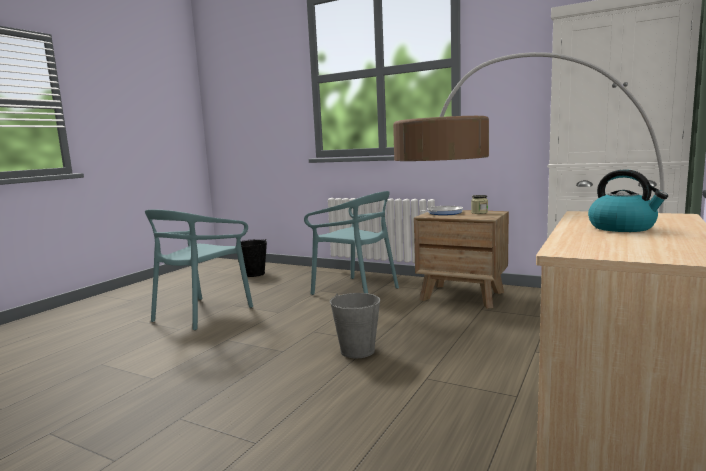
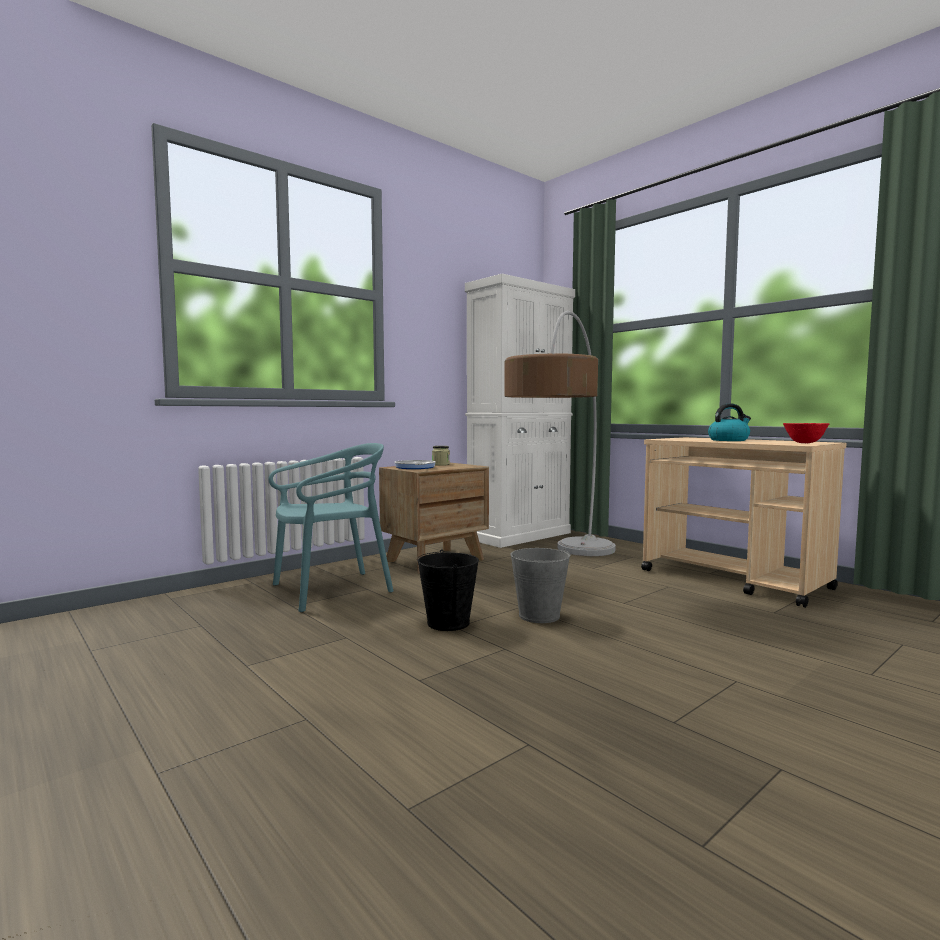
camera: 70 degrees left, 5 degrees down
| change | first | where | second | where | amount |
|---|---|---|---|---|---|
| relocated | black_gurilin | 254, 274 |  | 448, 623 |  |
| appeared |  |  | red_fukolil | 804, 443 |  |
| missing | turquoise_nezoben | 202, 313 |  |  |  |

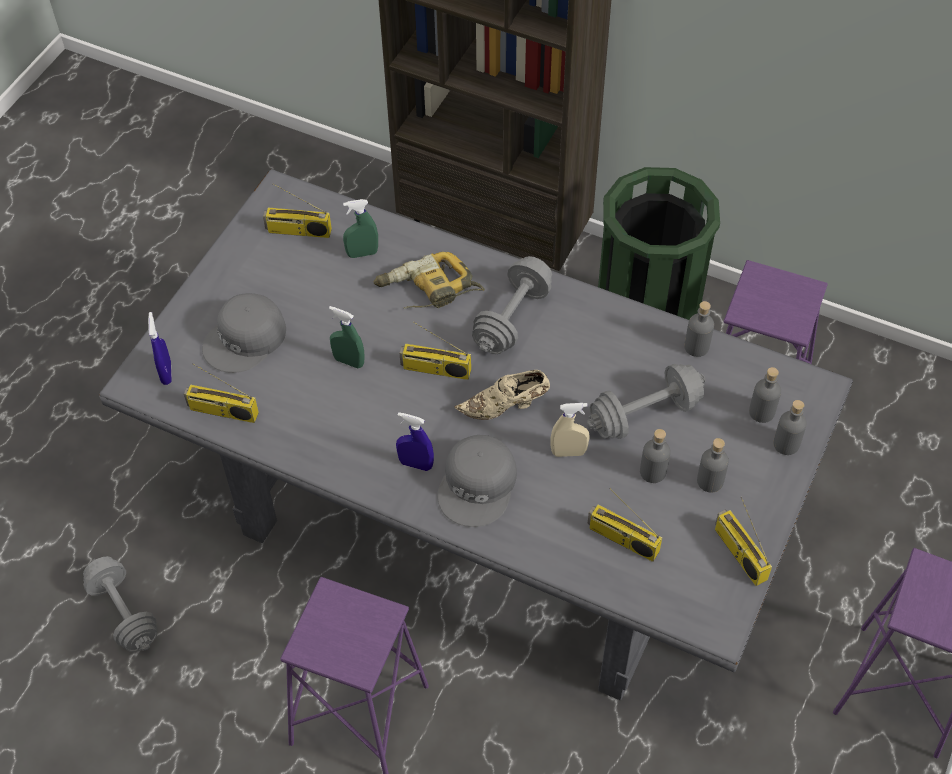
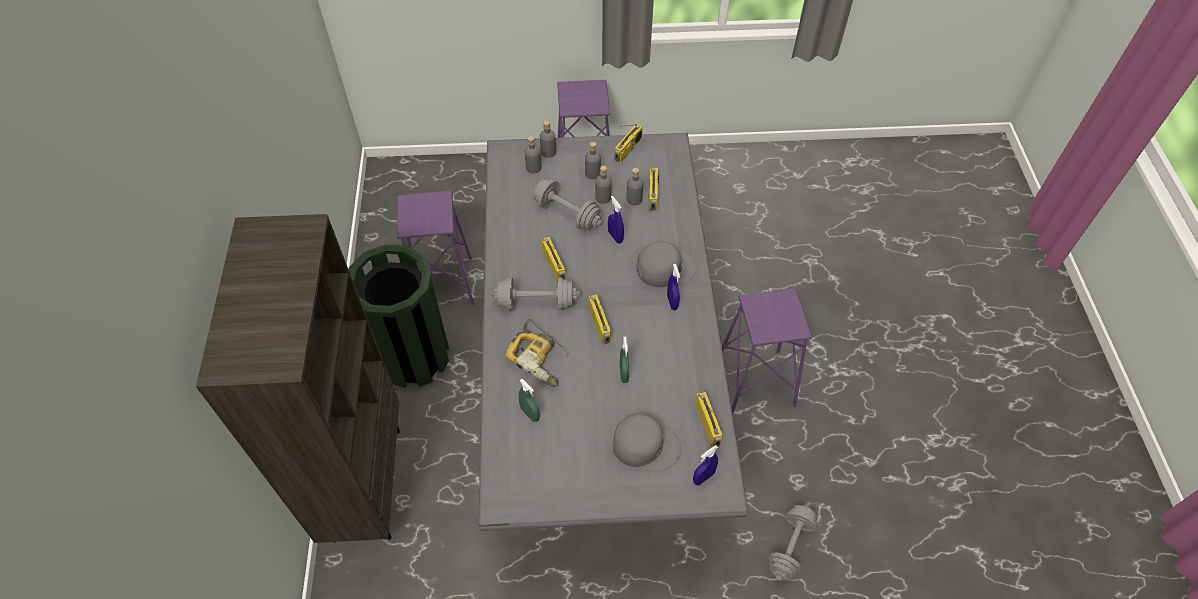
camera: 120 degrees left, 0 degrees up
| change | first | where | second | where | amount |
|---|---|---|---|---|---|
| relocated | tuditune | 298, 231 |  | 554, 265 |  |
| colour | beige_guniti | 568, 452 | blue_guniti | 615, 237 |  |
| relocated | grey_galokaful | 696, 347 |  | 634, 199 |  |
| missing | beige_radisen | 506, 406 |  |  |  |

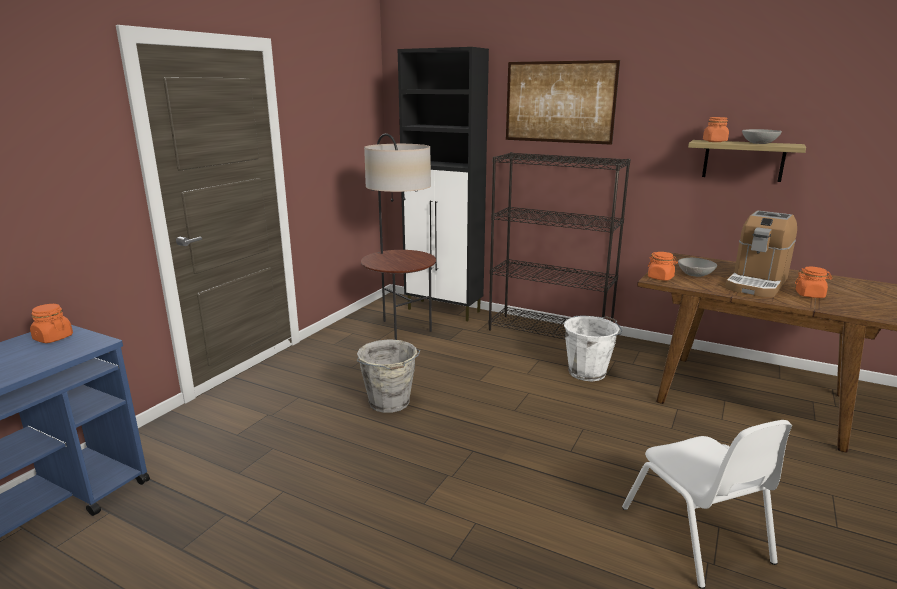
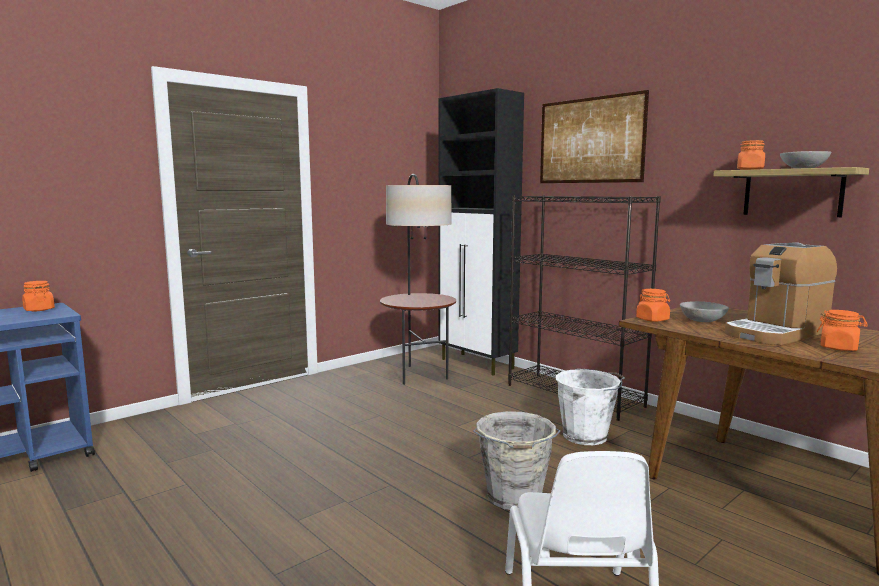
camera: 20 degrees right, 10 degrees down
| change | first | where | second | where | amount |
|---|---|---|---|---|---|
| relocated | grey_gurilin | 389, 403 |  | 514, 498 |  |

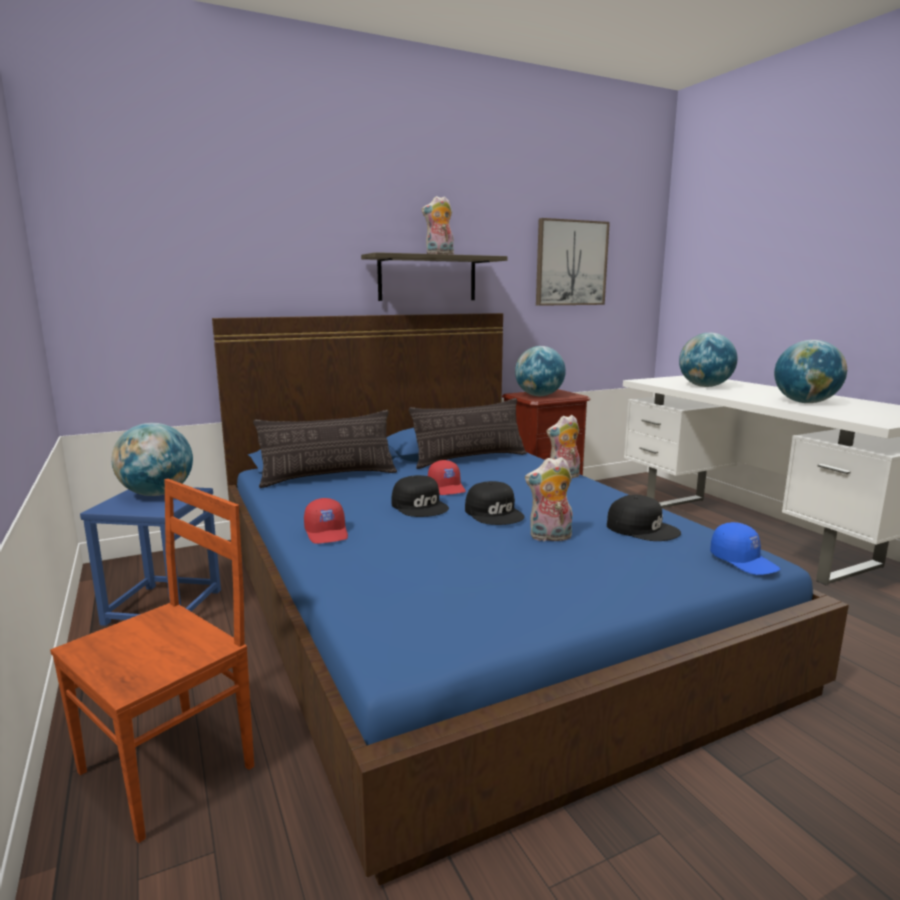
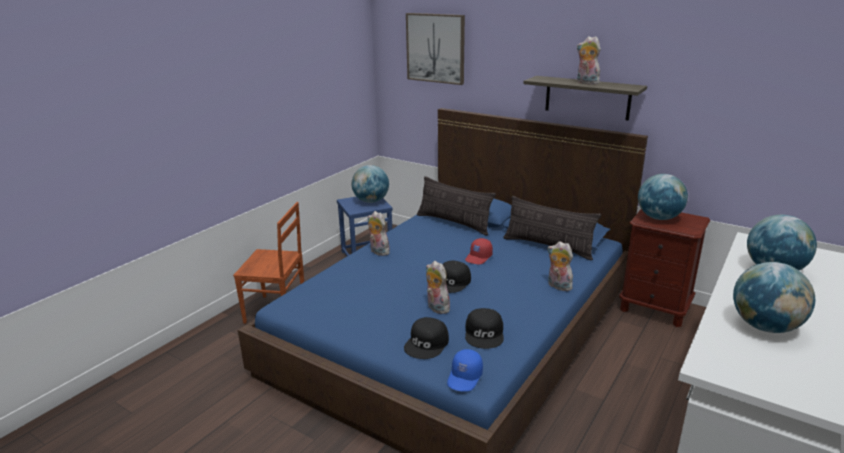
camera: 60 degrees right, 10 degrees up
| change | first | where | second | where | amount |
|---|---|---|---|---|---|
| exchanged | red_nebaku | 327, 533 | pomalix | 378, 252 |  |
| relocated | black_nebaku | 420, 506 |  | 427, 344 |  |
| relocated | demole | 571, 263 |  | 436, 48 |  |

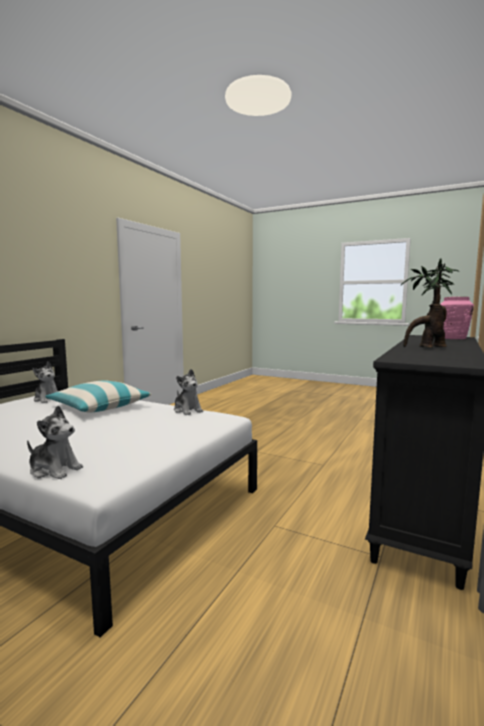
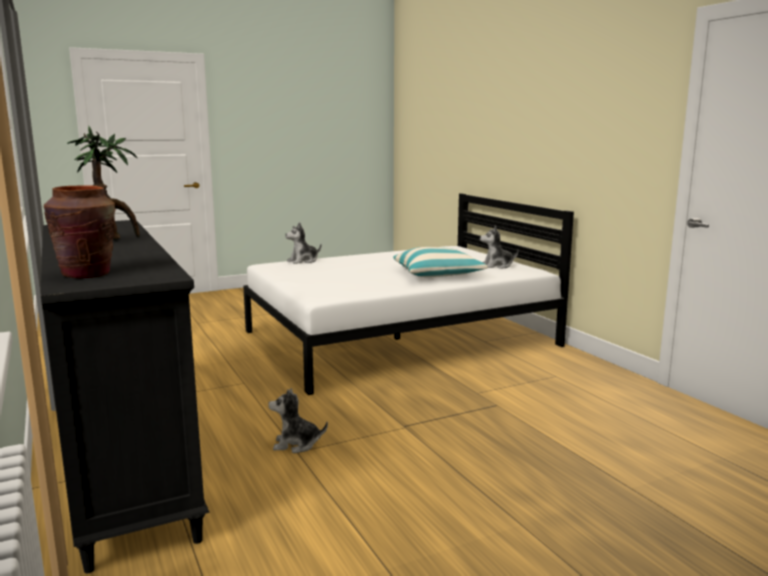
camera: 125 degrees right, 5 degrees up
| change | first | where | second | where | amount |
|---|---|---|---|---|---|
| colour | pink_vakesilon | 453, 339 | brown_vakesilon | 87, 274 |  |
| relocated | pomalix | 187, 410 |  | 296, 444 |  |

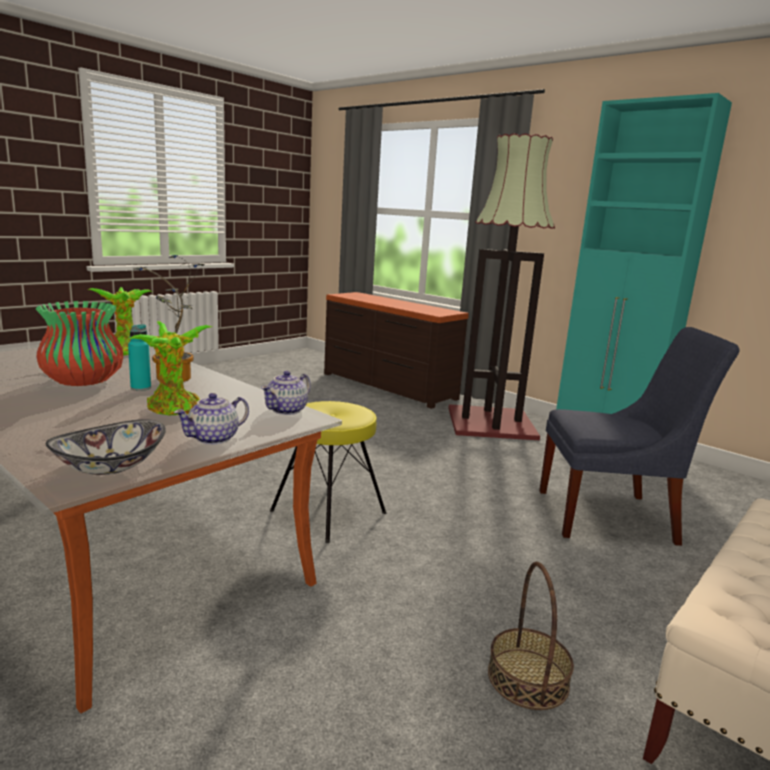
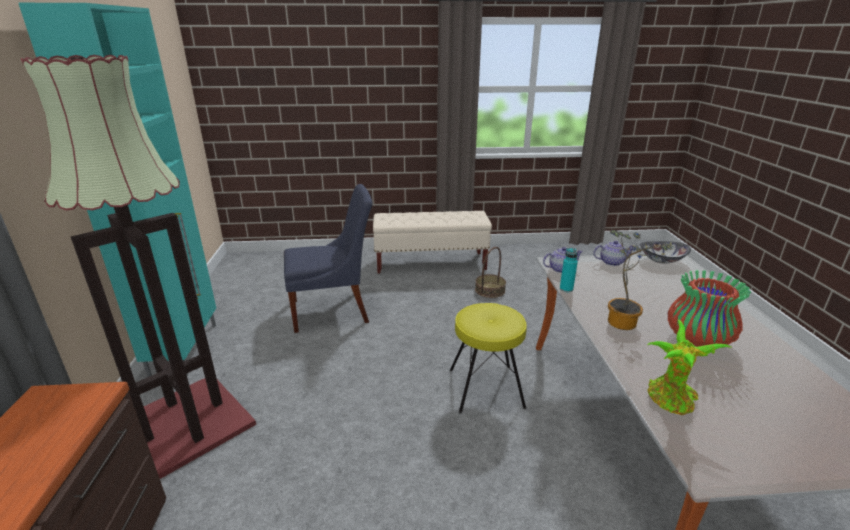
camera: 135 degrees left, 10 degrees up
| change | first | where | second | where | amount |
|---|---|---|---|---|---|
| spun | blue_nezoben | 612, 517 |  | 334, 310 | 120 degrees clockwise |
| relocated | turquoise_galokaful | 141, 388 |  | 566, 289 |  |
| missing | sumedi | 174, 409 |  |  |  |

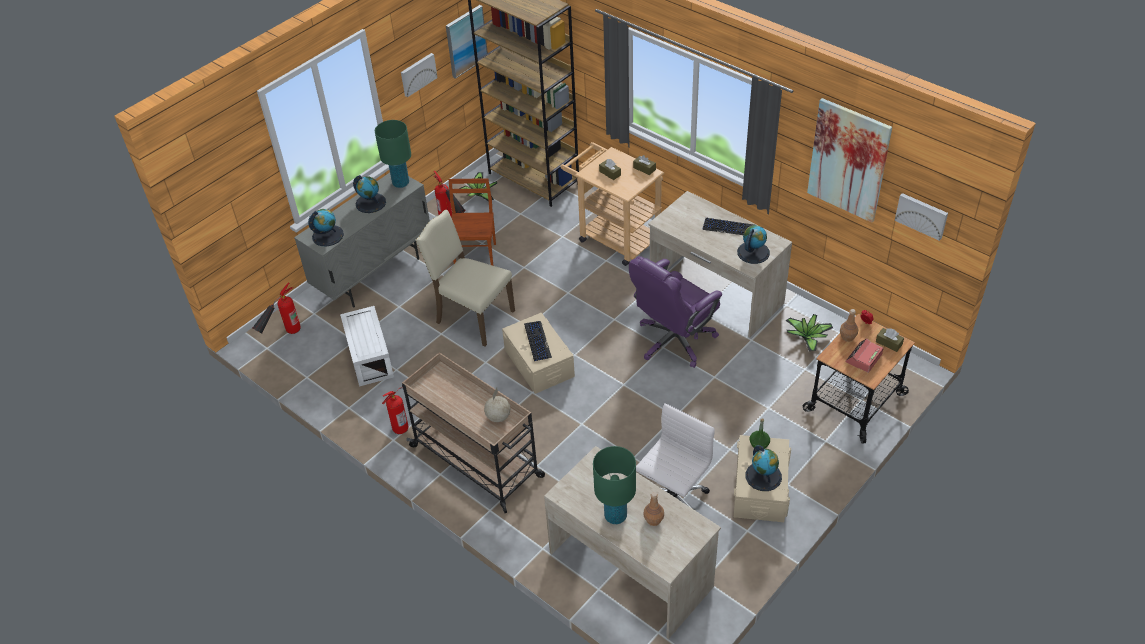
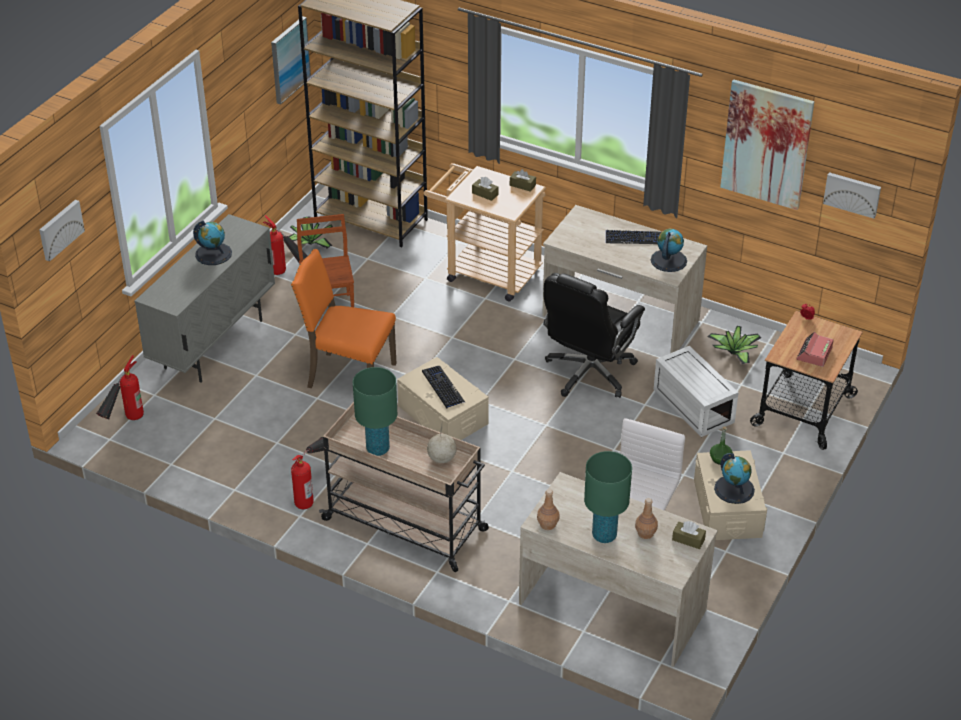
camera: 15 degrees left, 5 degrees down
| change | first | where | second | where | amount |
|---|---|---|---|---|---|
| relocated | demole | 418, 74 |  | 60, 229 |  |
| colour | beige_nezoben | 472, 317 | orange_nezoben | 349, 376 |  |
| relocated | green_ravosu | 401, 183 |  | 378, 449 |  |
| relocated | brown_galokaful | 847, 337 |  | 547, 524 |  |
| colour | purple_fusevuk | 674, 340 | black_fusevuk | 589, 373 |  |
| relocated | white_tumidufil | 368, 356 |  | 691, 405 |  |
| relocated | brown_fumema | 889, 343 |  | 688, 539 |  |
| missing | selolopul | 328, 235 |  |  |  |

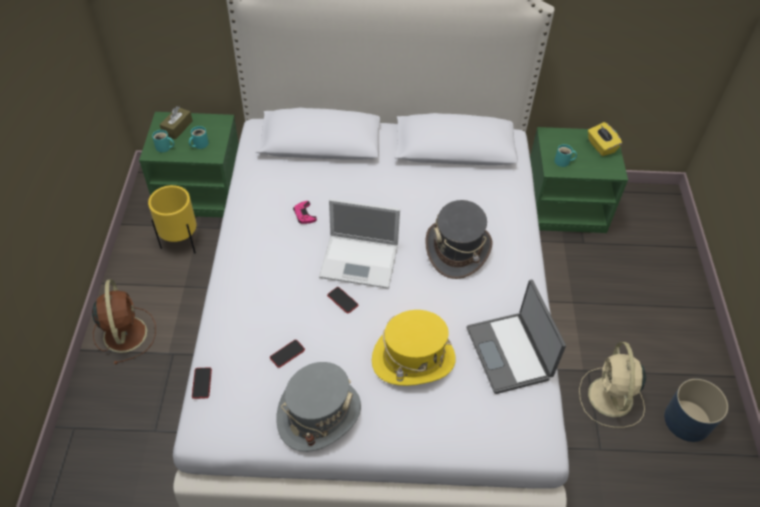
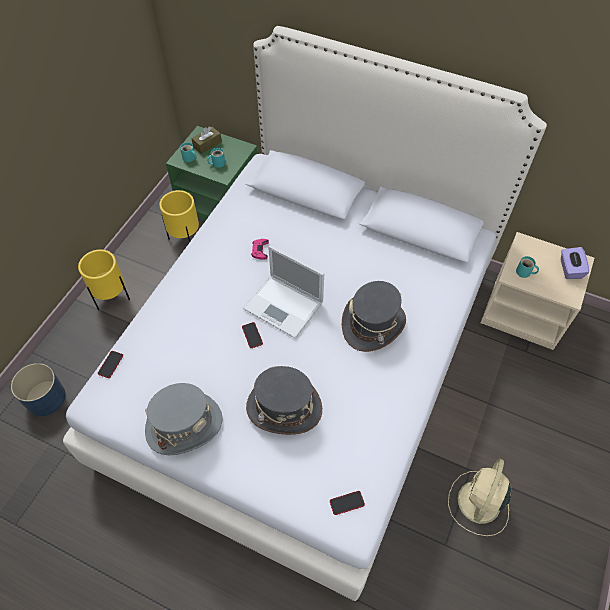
camera: 25 degrees right, 5 degrees up
| change | first | where | second | where | amount |
|---|---|---|---|---|---|
| relocated | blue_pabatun | 686, 420 |  | 46, 398 |  |
| exchanged | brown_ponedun | 125, 332 | yellow_pabatun | 112, 298 |  |
| colour | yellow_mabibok | 413, 359 | grey_mabibok | 284, 408 |  |
| relocated | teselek | 287, 354 |  | 347, 503 |  |
| colour | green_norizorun | 564, 206 | beige_norizorun | 525, 312 |  |
| colour | yellow_fumema | 601, 146 | purple_fumema | 570, 269 |  |
| missing | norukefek | 510, 353 |  |  |  |

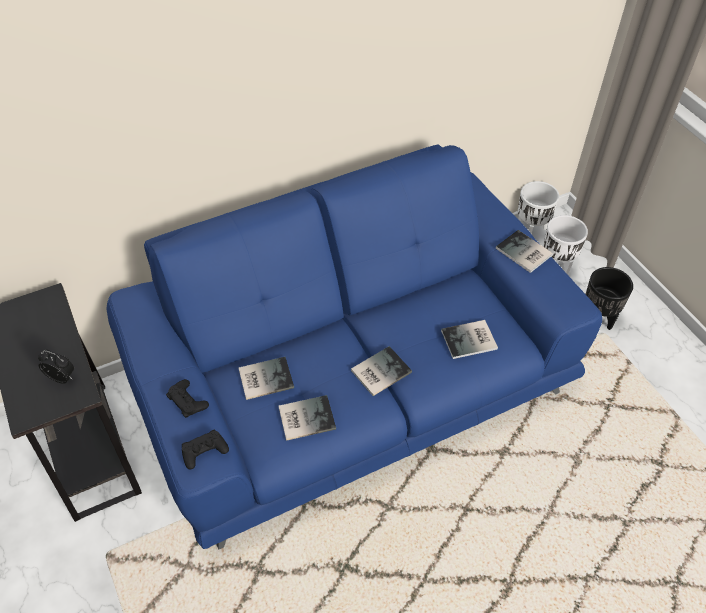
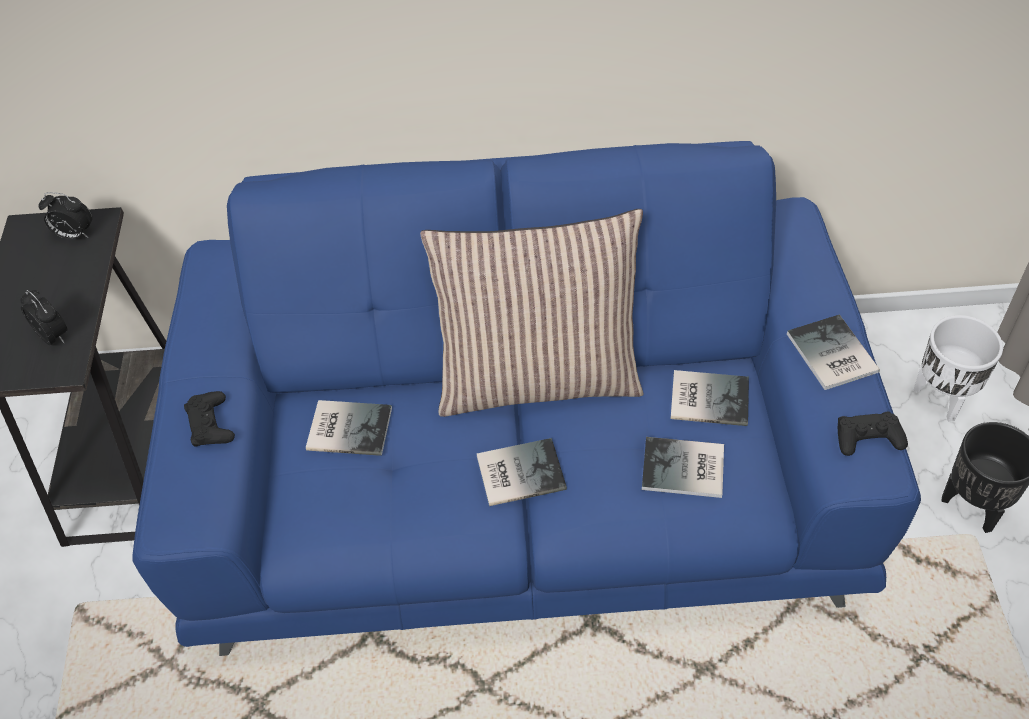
camera: 25 degrees right, 0 degrees up
| change | first | where | second | where | amount |
|---|---|---|---|---|---|
| appeared |  |  | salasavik | 74, 235 |  |
| appeared |  |  | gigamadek | 538, 378 |  |
| relocated | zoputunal | 305, 417 |  | 707, 397 |  |
| relocated | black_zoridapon | 204, 451 |  | 868, 438 |  |
| missing | white_pabatun | 531, 230 |  |  |  |

